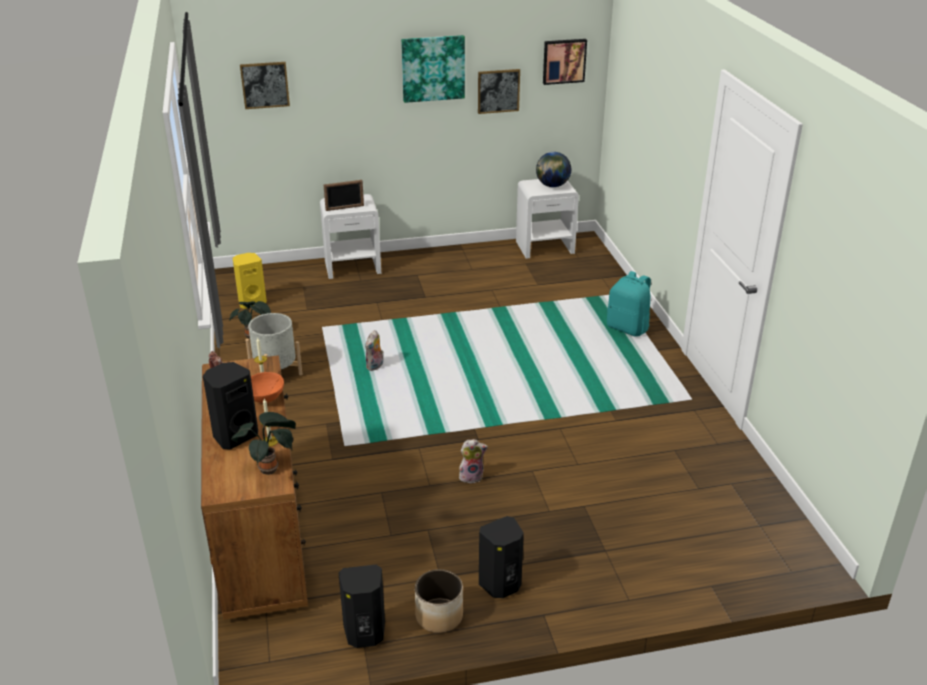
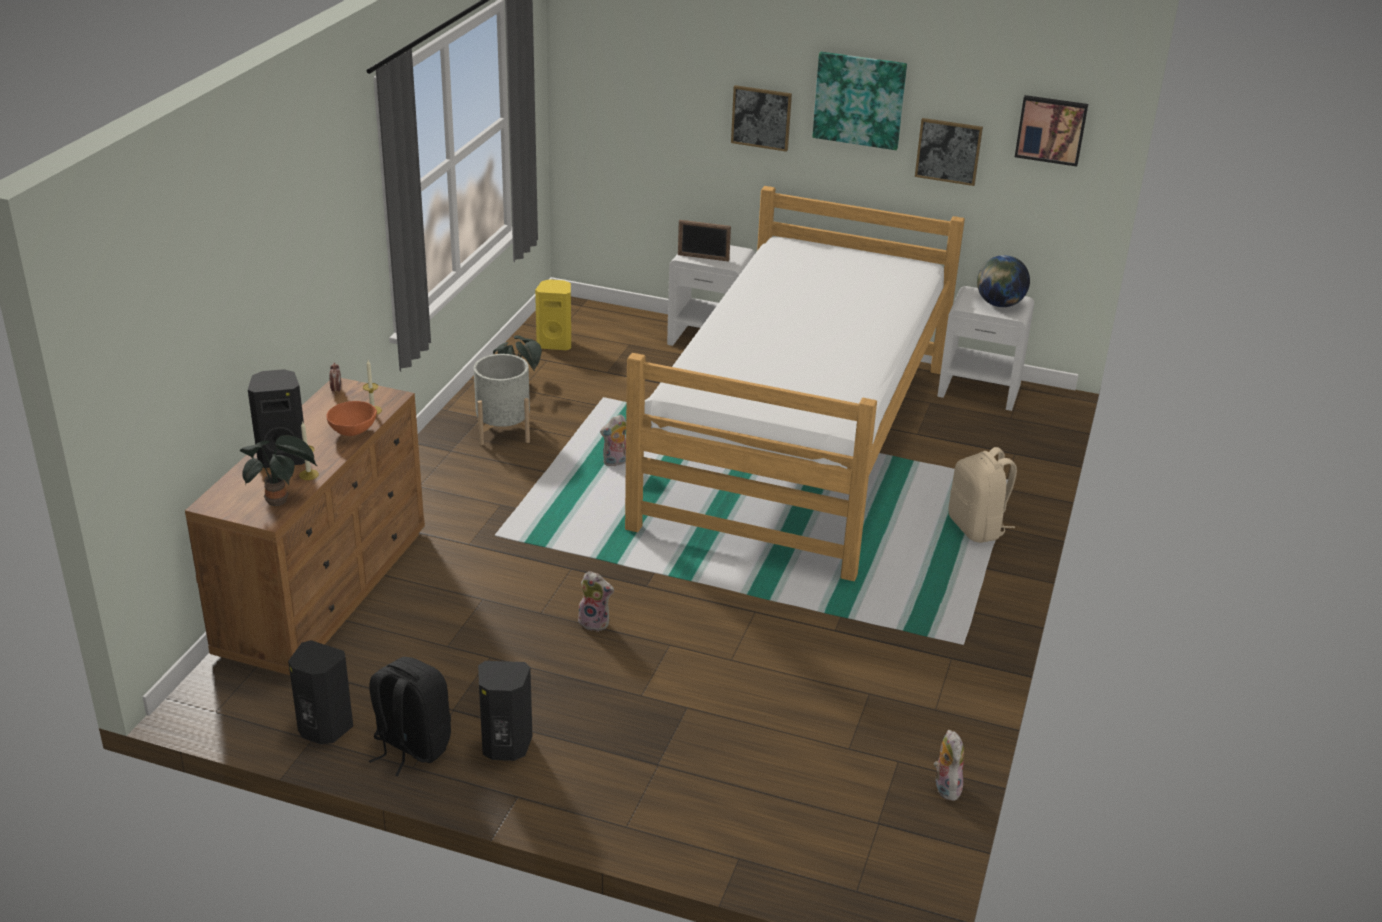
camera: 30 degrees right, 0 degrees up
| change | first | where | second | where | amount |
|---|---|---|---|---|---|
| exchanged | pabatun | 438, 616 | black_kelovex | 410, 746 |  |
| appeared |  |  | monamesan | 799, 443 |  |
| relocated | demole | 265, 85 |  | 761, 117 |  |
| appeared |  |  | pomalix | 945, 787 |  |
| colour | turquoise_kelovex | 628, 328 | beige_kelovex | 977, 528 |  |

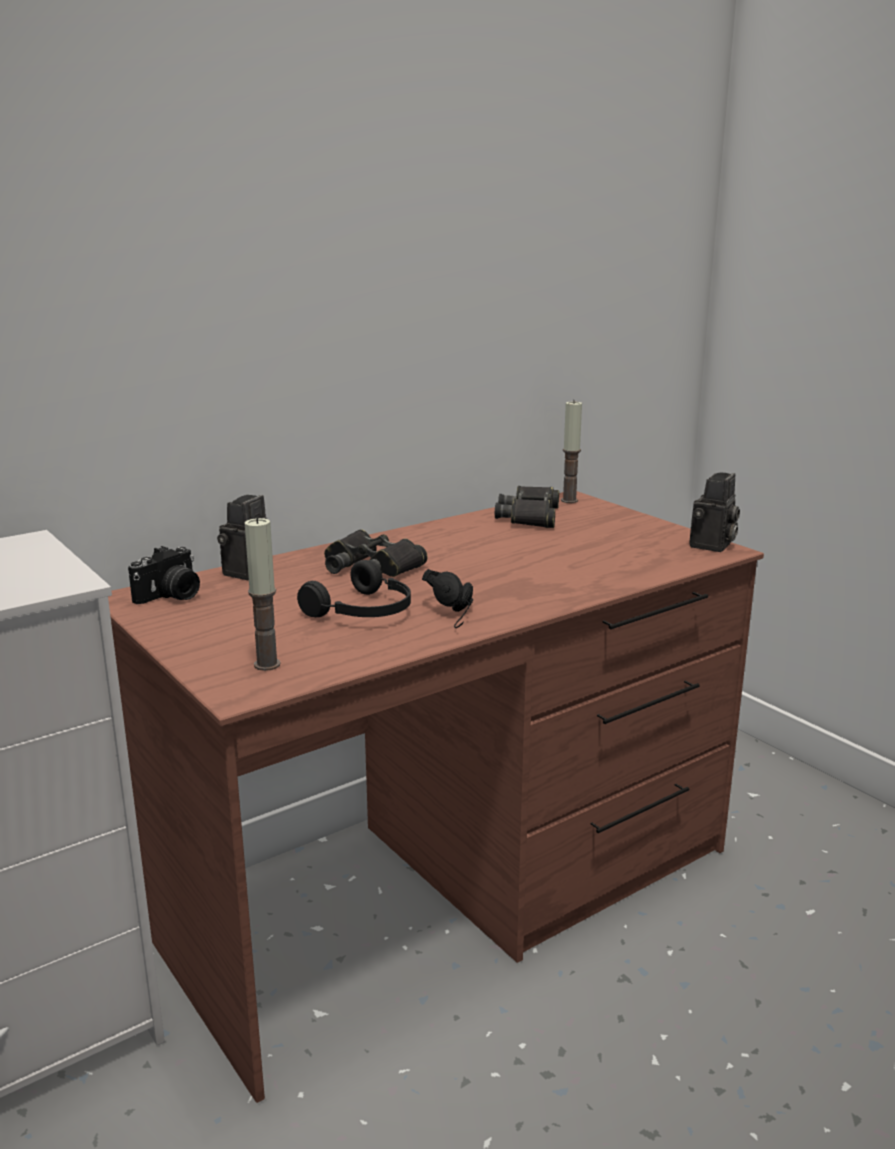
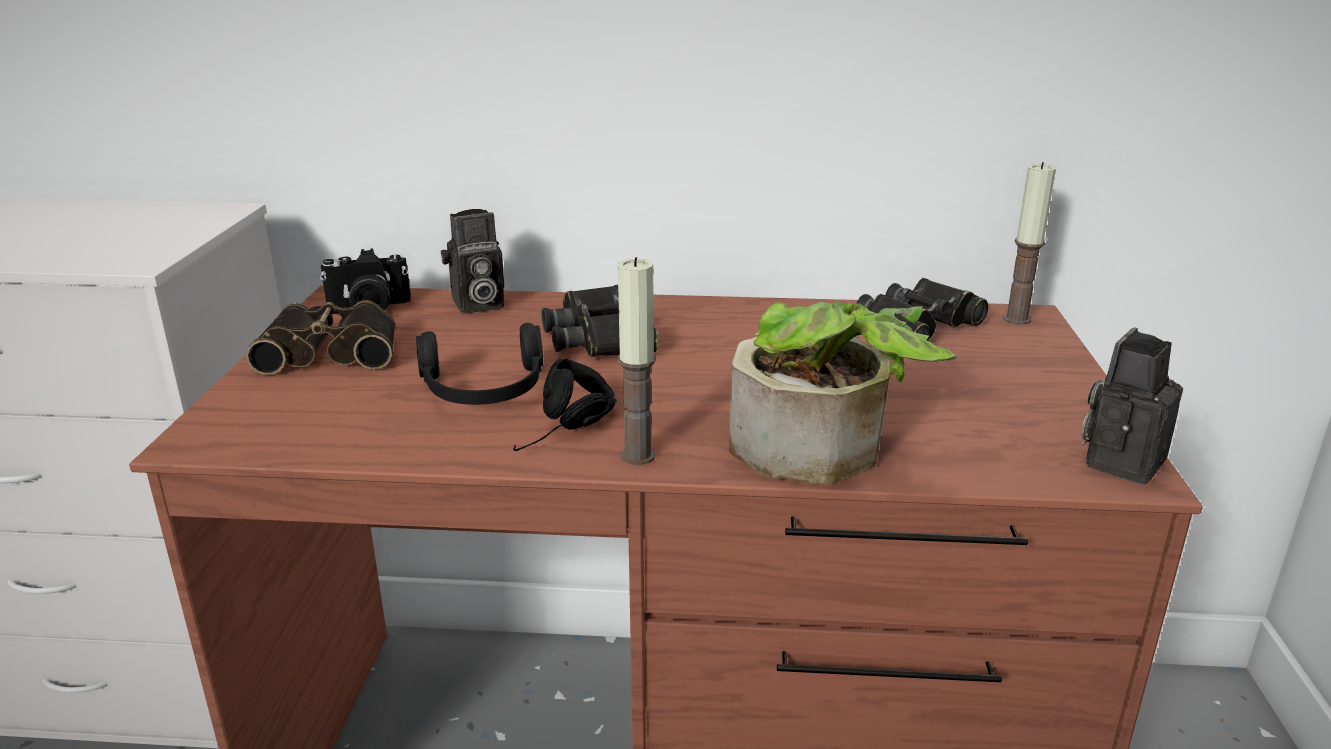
camera: 40 degrees right, 5 degrees up
| change | first | where | second | where | amount |
|---|---|---|---|---|---|
| appeared |  |  | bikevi | 332, 351 |  |
| relocated | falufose | 267, 664 |  | 638, 455 |  |
| appeared |  |  | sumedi | 821, 453 |  |
| spun | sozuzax | 712, 546 |  | 1120, 460 | 150 degrees clockwise |

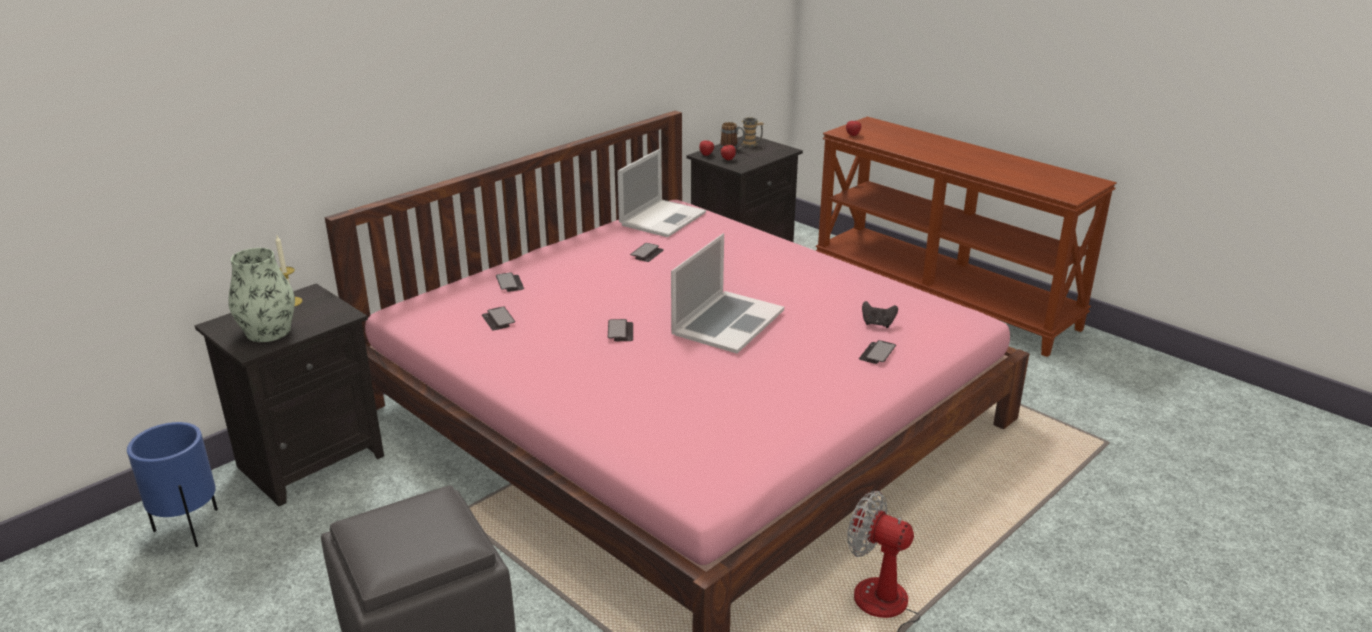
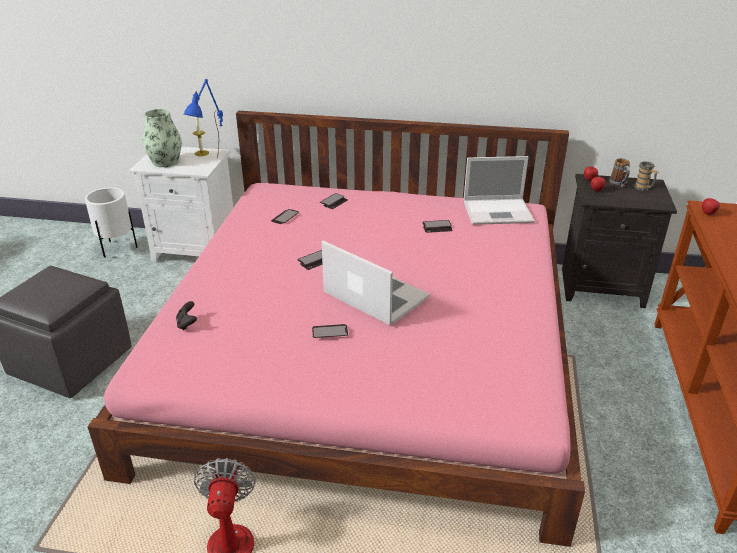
camera: 55 degrees right, 5 degrees up
| change | first | where | second | where | amount |
|---|---|---|---|---|---|
| colour | blue_pabatun | 190, 529 | white_pabatun | 117, 249 |  |
| colour | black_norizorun | 311, 459 | white_norizorun | 197, 250 |  |
| relocated | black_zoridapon | 877, 324 |  | 187, 324 |  |
| appeared |  |  | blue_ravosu | 212, 166 |  |
| relocated | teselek | 877, 353 |  | 330, 332 |  |
| spun | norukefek | 727, 321 |  | 375, 295 | 135 degrees counterclockwise |

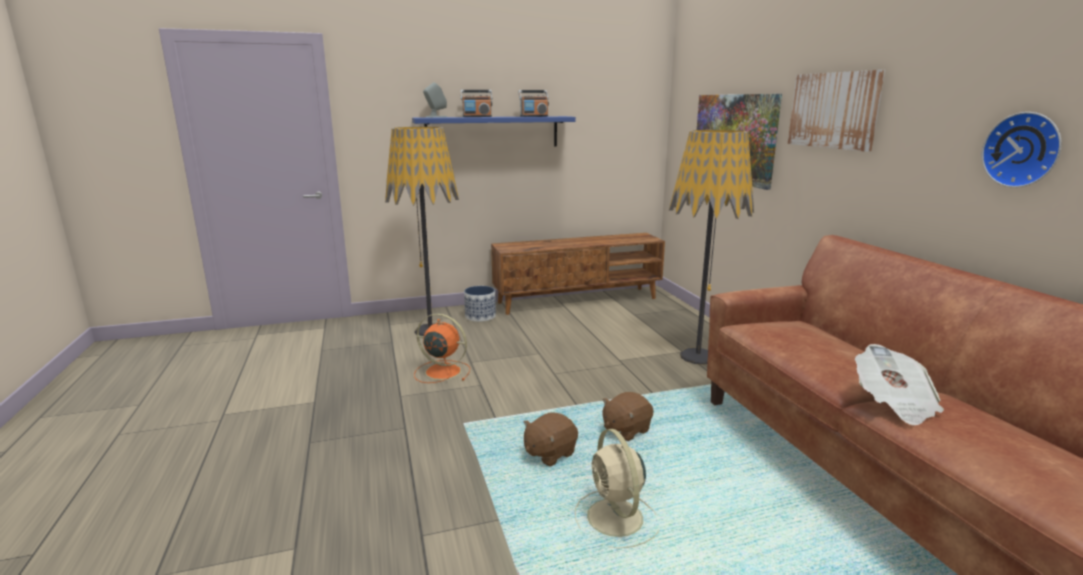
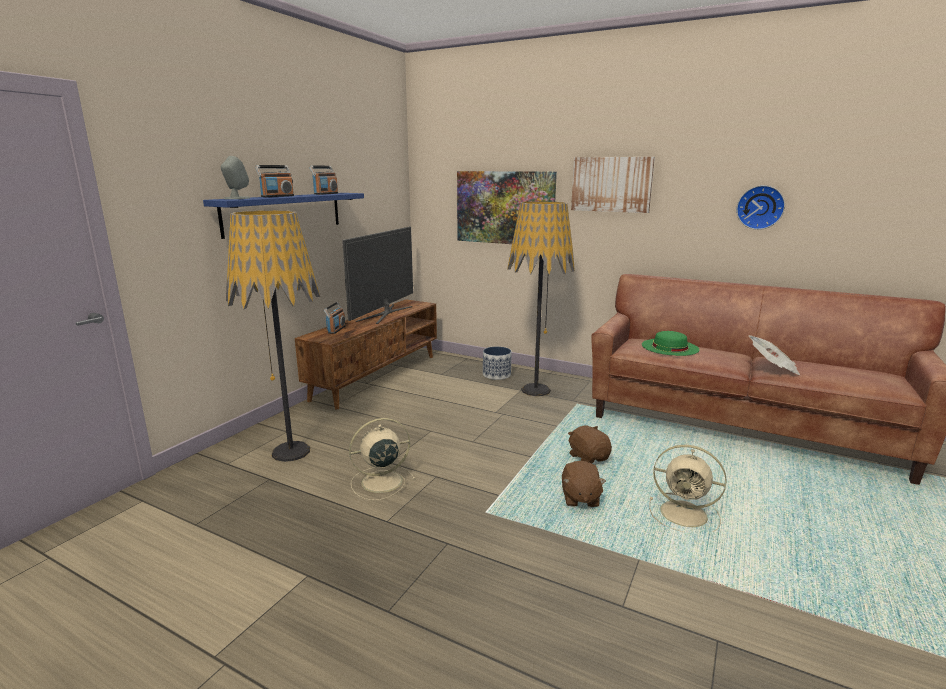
camera: 45 degrees left, 0 degrees up
| change | first | where | second | where | amount |
|---|---|---|---|---|---|
| appeared |  |  | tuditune | 336, 329 |  |
| appeared |  |  | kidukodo | 385, 313 |  |
| colour | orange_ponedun | 441, 371 | beige_ponedun | 380, 482 |  |
| relocated | pabatun | 480, 316 |  | 497, 375 |  |
| spun | brown_pomalix | 625, 429 |  | 588, 457 | 150 degrees clockwise |
| appeared |  |  | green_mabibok | 670, 347 |  |

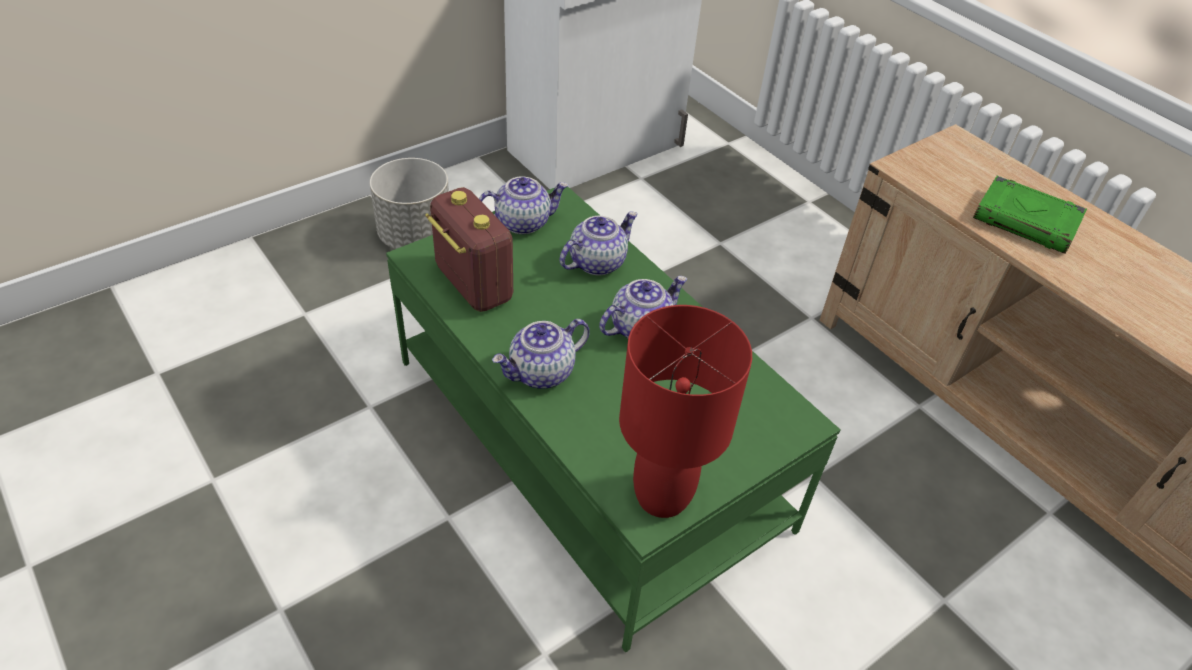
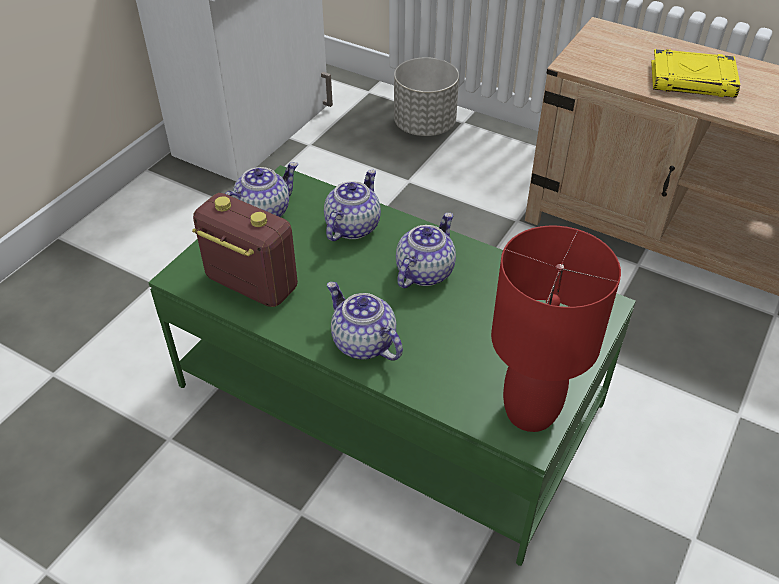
camera: 20 degrees left, 0 degrees up
| change | first | where | second | where | amount |
|---|---|---|---|---|---|
| spun | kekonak | 541, 373 |  | 362, 343 | 105 degrees clockwise |
| relocated | grey_pabatun | 416, 236 |  | 425, 126 |  |
| colour | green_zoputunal | 1027, 221 | yellow_zoputunal | 693, 80 |  |

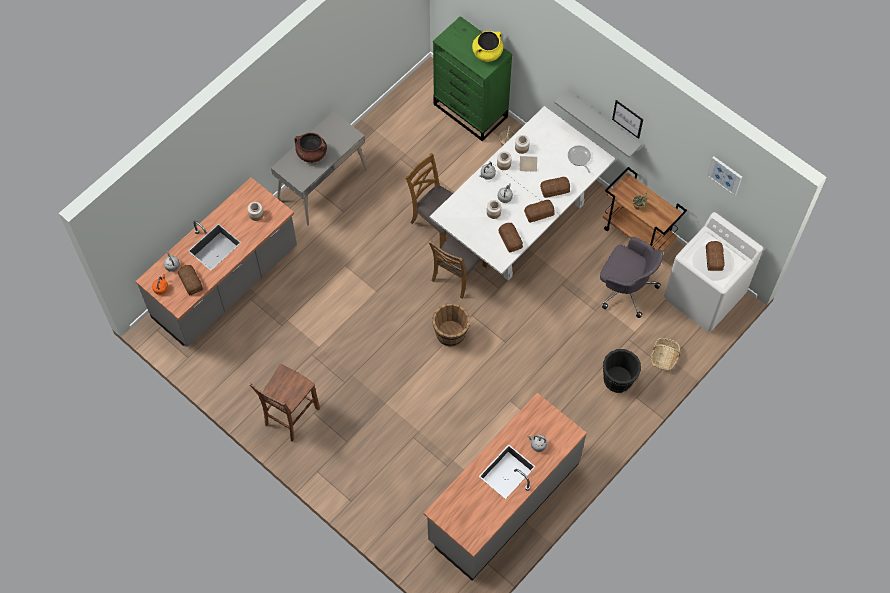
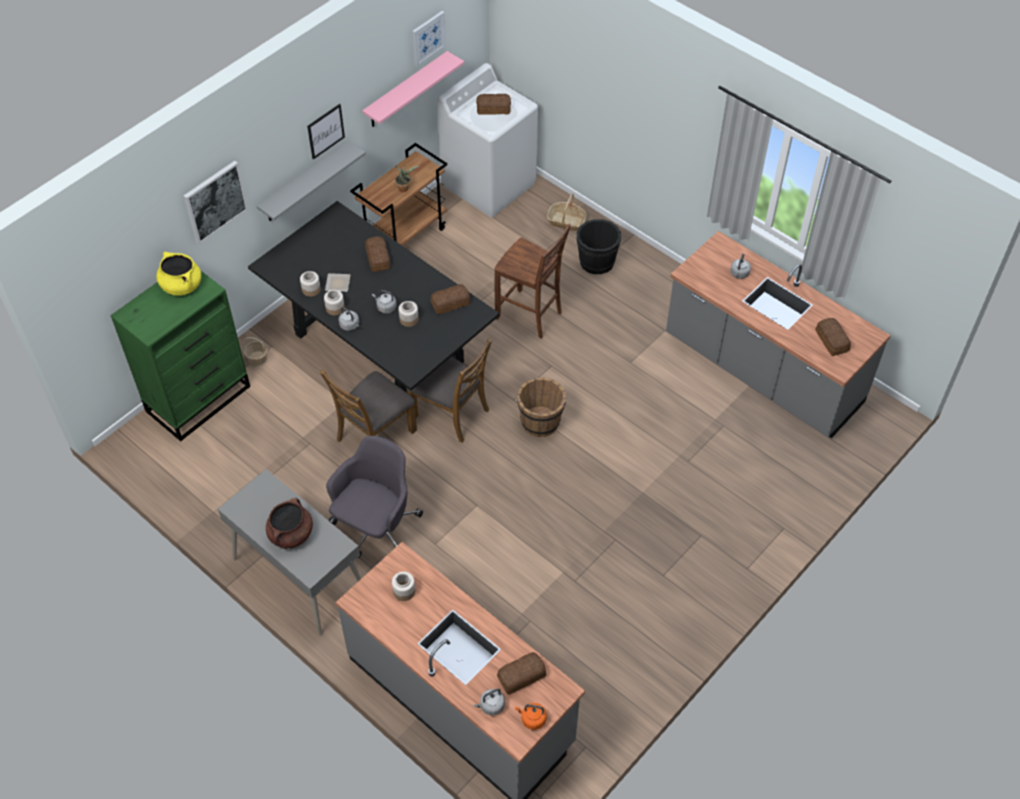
camera: 90 degrees left, 10 degrees down
| change | first | where | second | where | amount |
|---|---|---|---|---|---|
| appeared |  |  | demole | 215, 201 |  |
| colour | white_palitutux | 520, 222 | black_palitutux | 380, 348 |  |
| relocated | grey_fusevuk | 625, 288 |  | 376, 528 |  |
| appeared |  |  | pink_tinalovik | 406, 90 |  |
| relocated | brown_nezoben | 290, 417 |  | 530, 316 |  |
| relocated | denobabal | 538, 213 |  | 831, 341 |  |
| missing | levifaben | 579, 158 |  |  |  |

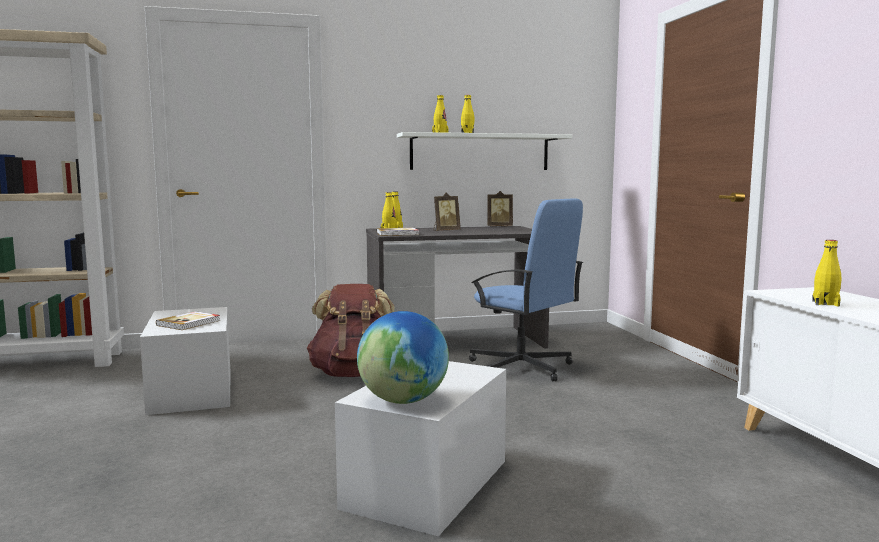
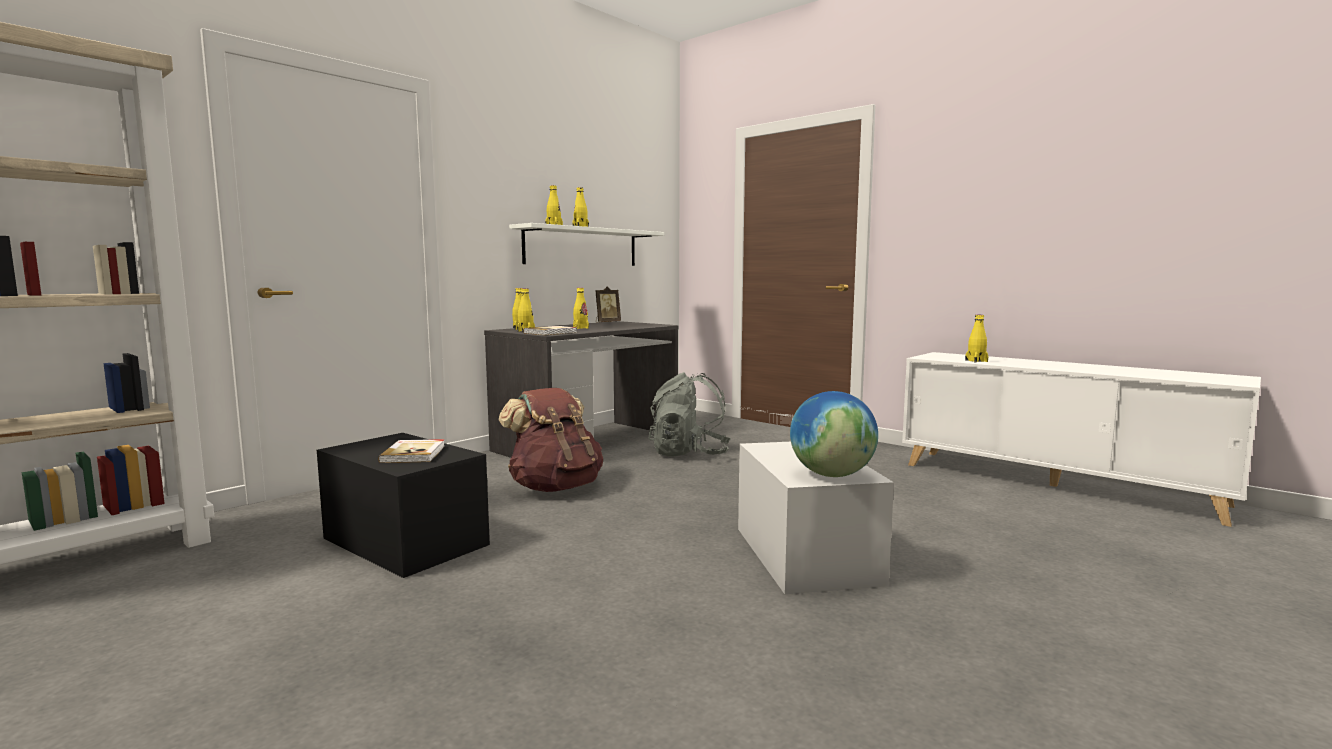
camera: 35 degrees left, 0 degrees up
| change | first | where | second | where | amount |
|---|---|---|---|---|---|
| colour | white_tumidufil | 192, 391 | black_tumidufil | 405, 541 |  |
| exchanged | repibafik | 445, 231 | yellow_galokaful | 580, 328 |  |
| exchanged | blue_fusevuk | 521, 367 | grey_kelovex | 689, 453 |  |

